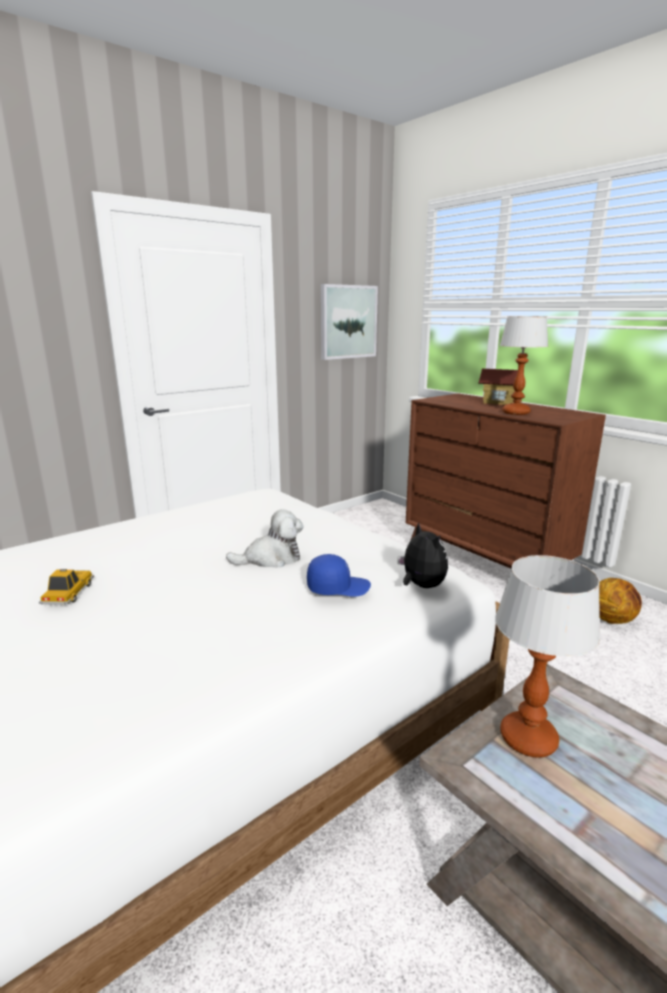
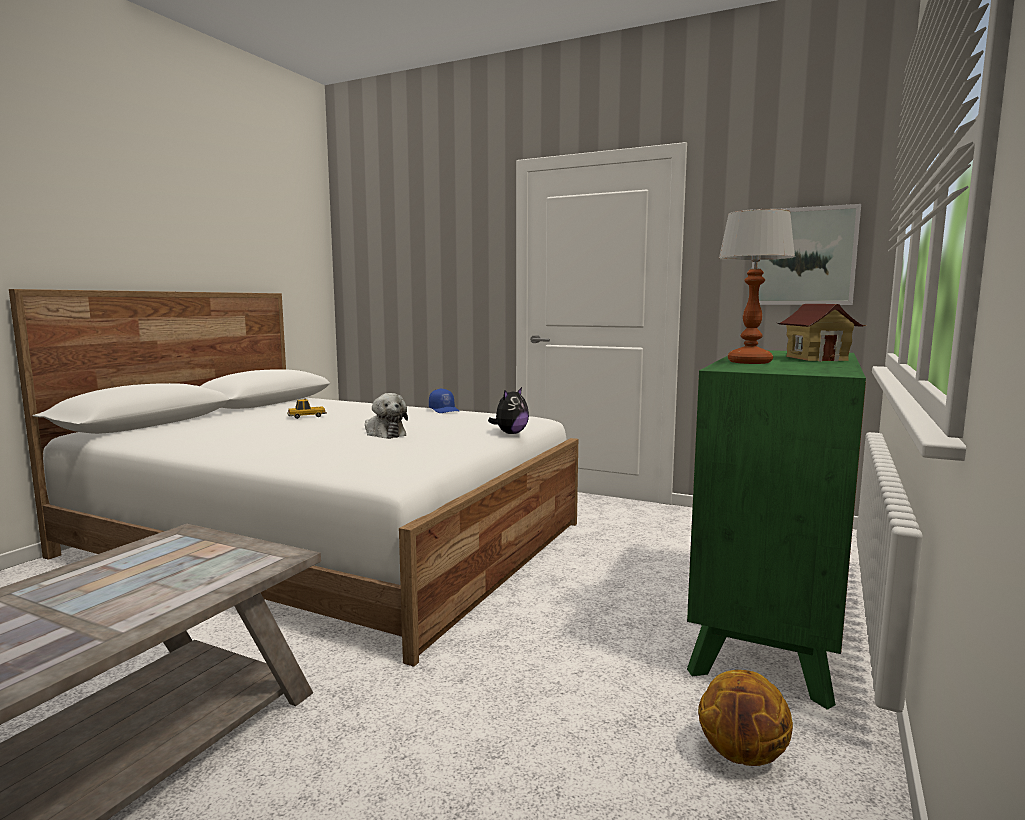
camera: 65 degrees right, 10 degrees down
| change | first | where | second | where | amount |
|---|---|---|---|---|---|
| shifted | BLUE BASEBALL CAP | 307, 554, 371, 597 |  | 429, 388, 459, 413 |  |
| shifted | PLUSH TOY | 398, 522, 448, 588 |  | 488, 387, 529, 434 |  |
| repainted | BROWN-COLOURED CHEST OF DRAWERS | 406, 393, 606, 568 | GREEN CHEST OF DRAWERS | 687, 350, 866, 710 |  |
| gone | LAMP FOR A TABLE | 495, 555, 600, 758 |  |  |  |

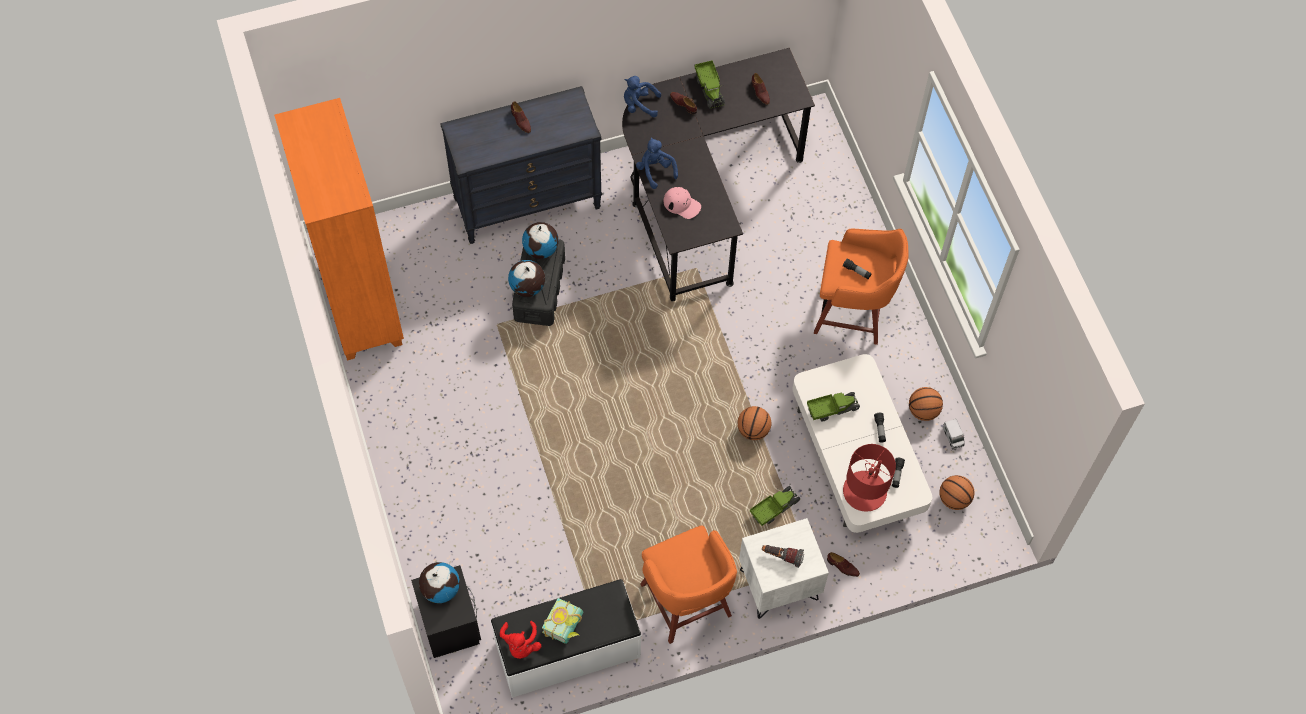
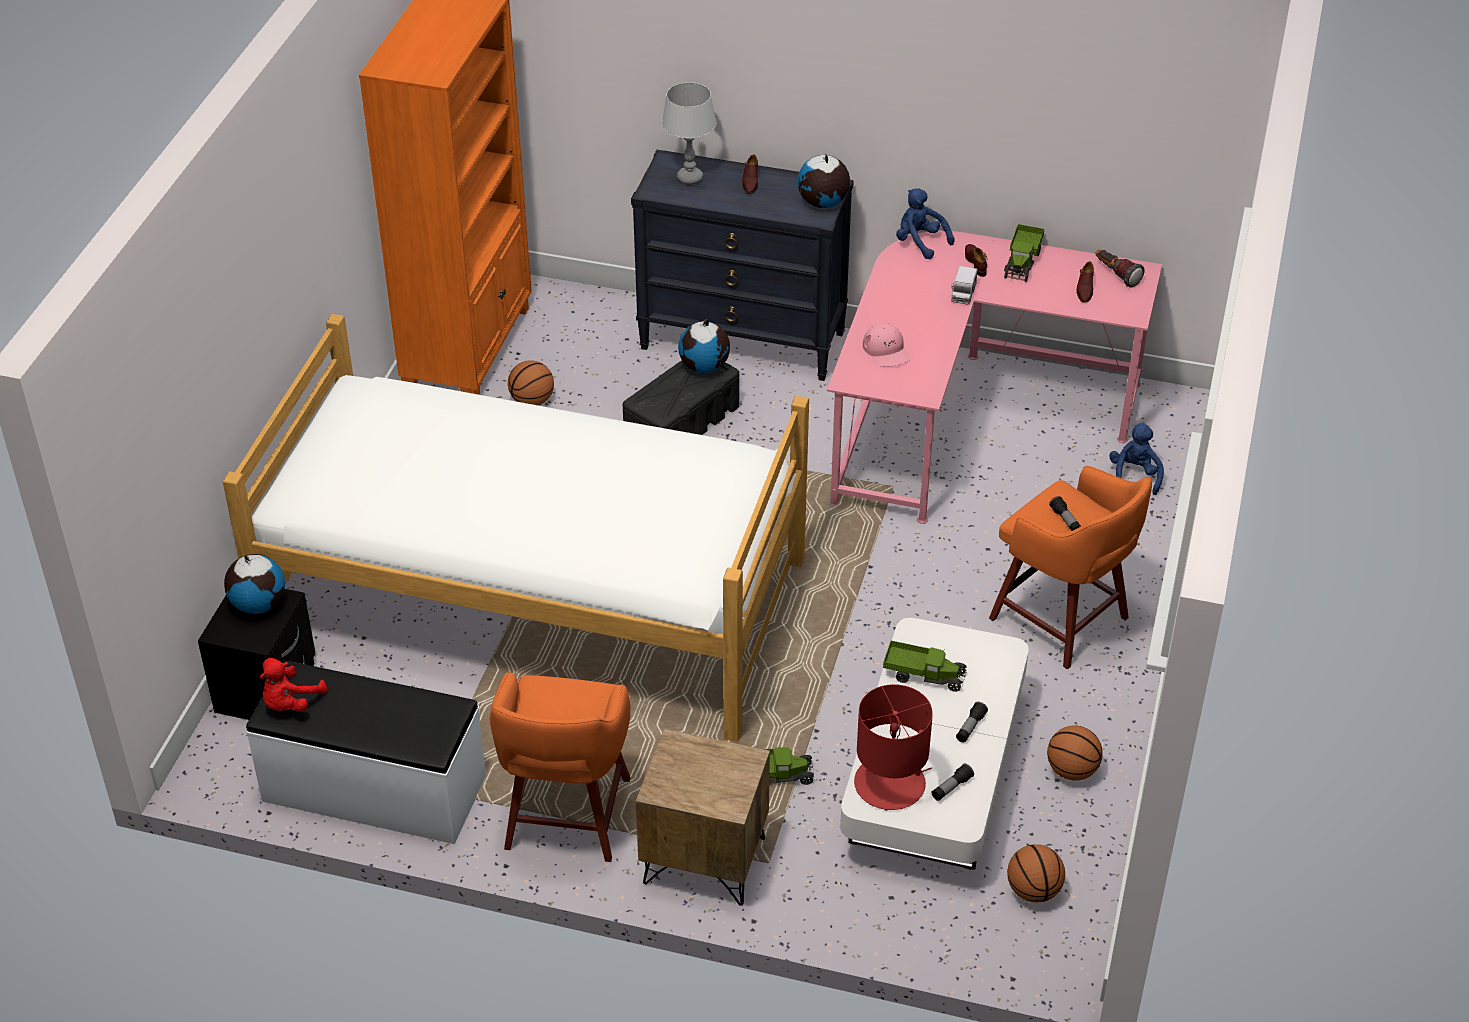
camera: 35 degrees right, 20 degrees down
| change | first | where | second | where | amount |
|---|---|---|---|---|---|
| new |  |  | BEDROOM BED | 223, 314, 809, 742 |  |
| shifted | BASKETBALL BALL | 737, 406, 771, 440 |  | 508, 360, 554, 405 |  |
| repainted | WHITE NIGHT TABLE | 739, 518, 829, 619 | BROWN-COLOURED NIGHT TABLE | 636, 729, 770, 906 |  |
| new |  |  | GRAY LAMP FOR A TABLE | 662, 82, 717, 184 |  |
| shifted | DESK GLOBE | 508, 260, 545, 297 |  | 798, 154, 850, 208 |  |
| repainted | BLACKISH DESK UNIT | 622, 48, 815, 301 | PINK-COLOURED DESK UNIT | 827, 231, 1162, 524 |  |
| shifted | TOY LORRY | 943, 419, 965, 450 |  | 951, 266, 978, 305 |  |
| shifted | TORCH | 762, 545, 804, 568 |  | 1096, 250, 1145, 287 |  |
| shifted | BLUE PLUSH TOY | 636, 137, 678, 189 |  | 1109, 423, 1164, 495 |  |
| gone | VOLUME | 542, 598, 583, 644 |  |  |  |
| gone | BROWN-COLOURED SHOE | 827, 552, 860, 577 |  |  |  |

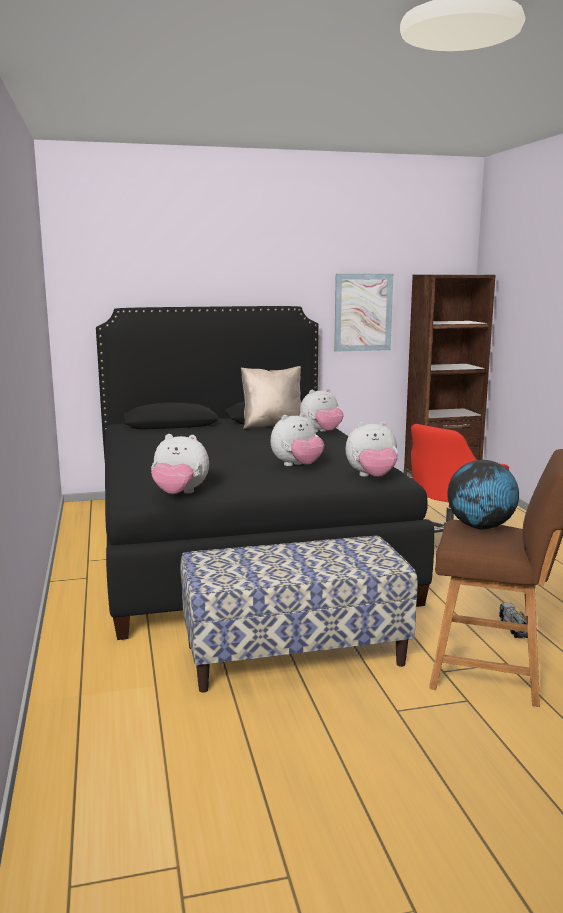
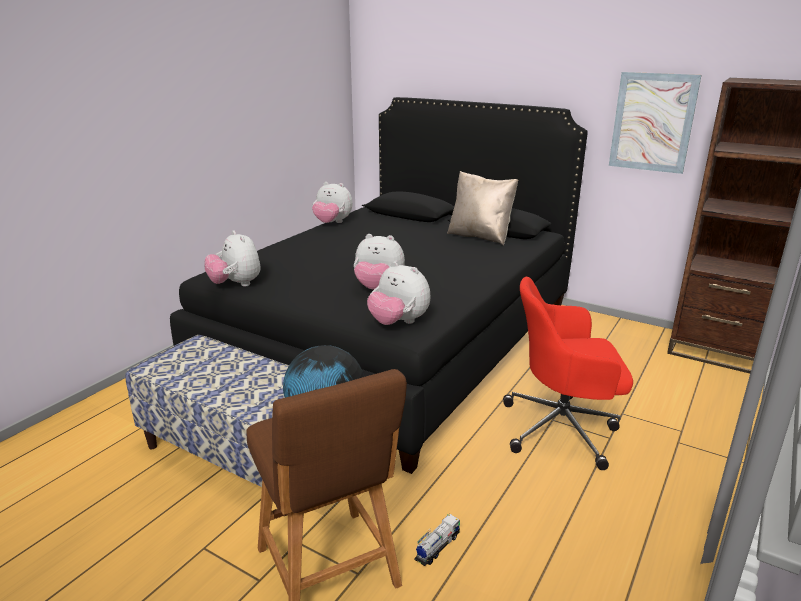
camera: 45 degrees right, 10 degrees up
| change | first | where | second | where | amount |
|---|---|---|---|---|---|
| shifted | PLUSH TOY | 300, 388, 344, 432 |  | 312, 182, 352, 223 |  |

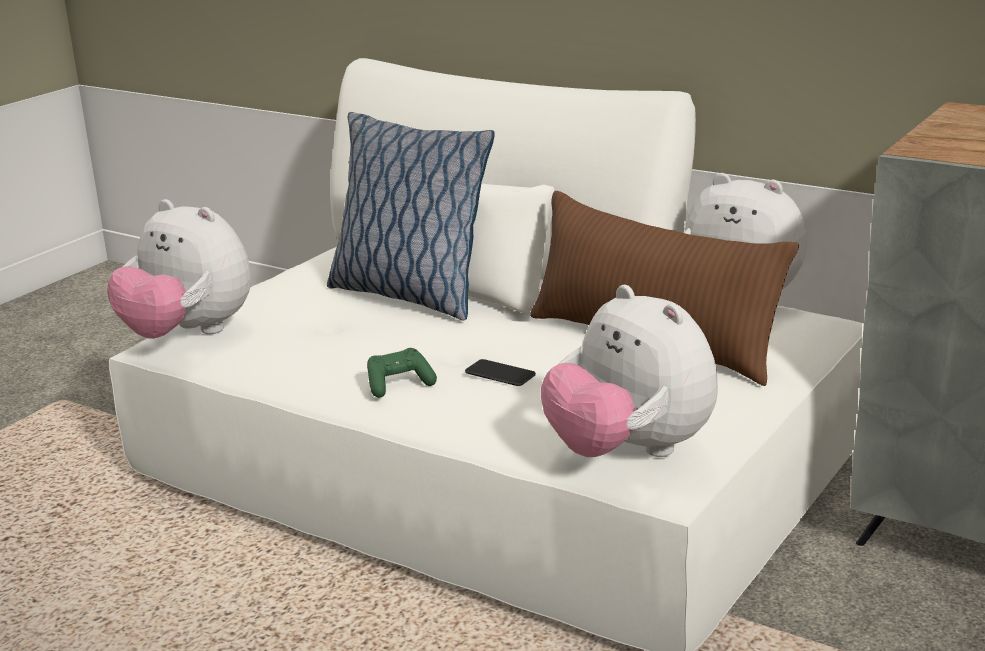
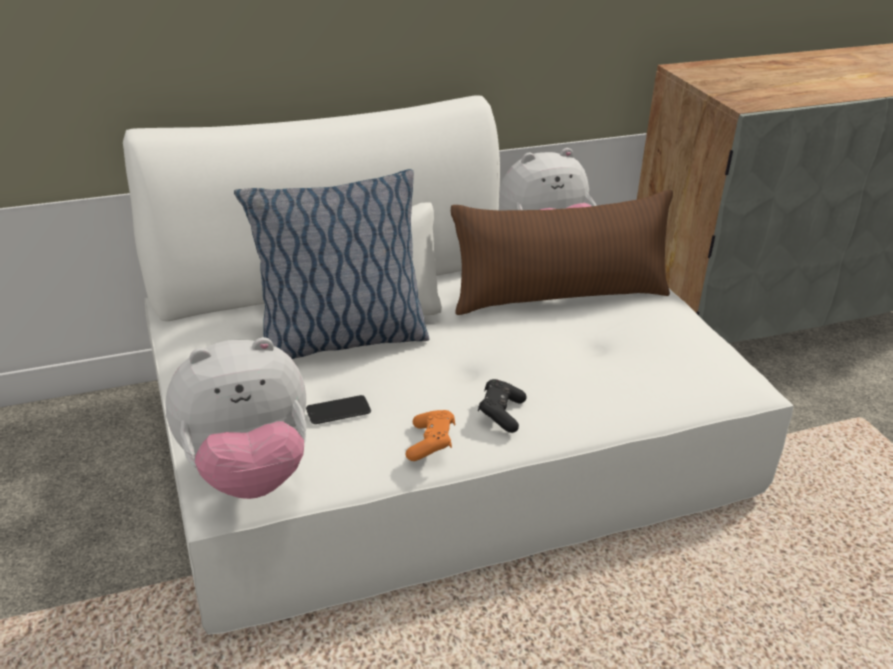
camera: 55 degrees left, 10 degrees up
| change | first | where | second | where | amount |
|---|---|---|---|---|---|
| shifted | TELEPHONE | 465, 359, 536, 386 |  | 306, 395, 371, 424 |  |
| new |  |  | ORANGEY JOYPAD | 406, 410, 455, 461 |  |
| repainted | GREEN JOYPAD | 367, 348, 437, 398 | BLACKISH JOYPAD | 478, 379, 527, 433 |  |
| gone | PLUSH TOY | 541, 285, 718, 457 |  |  |  |

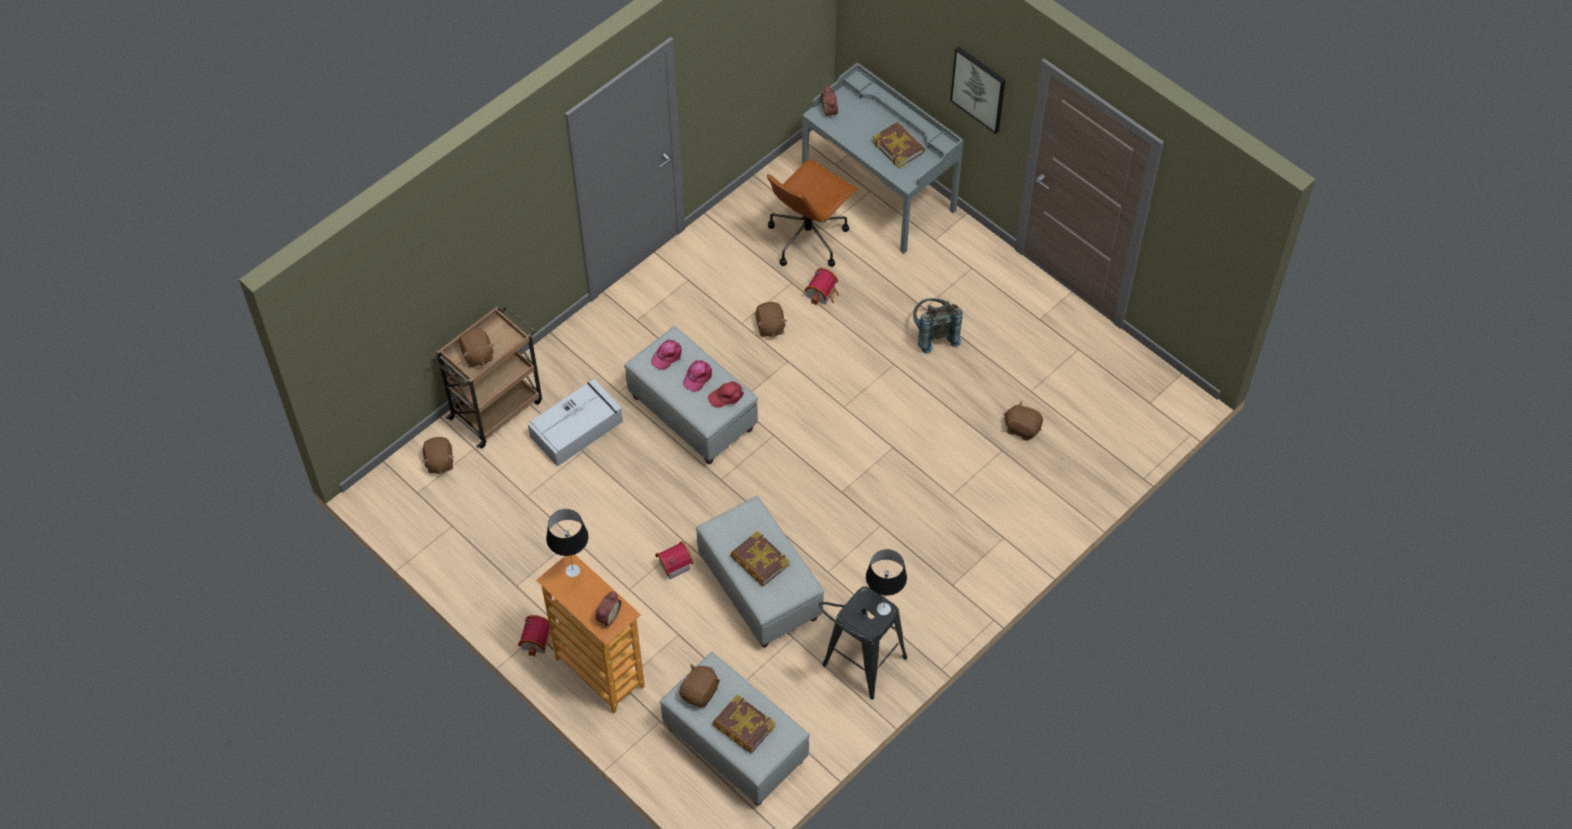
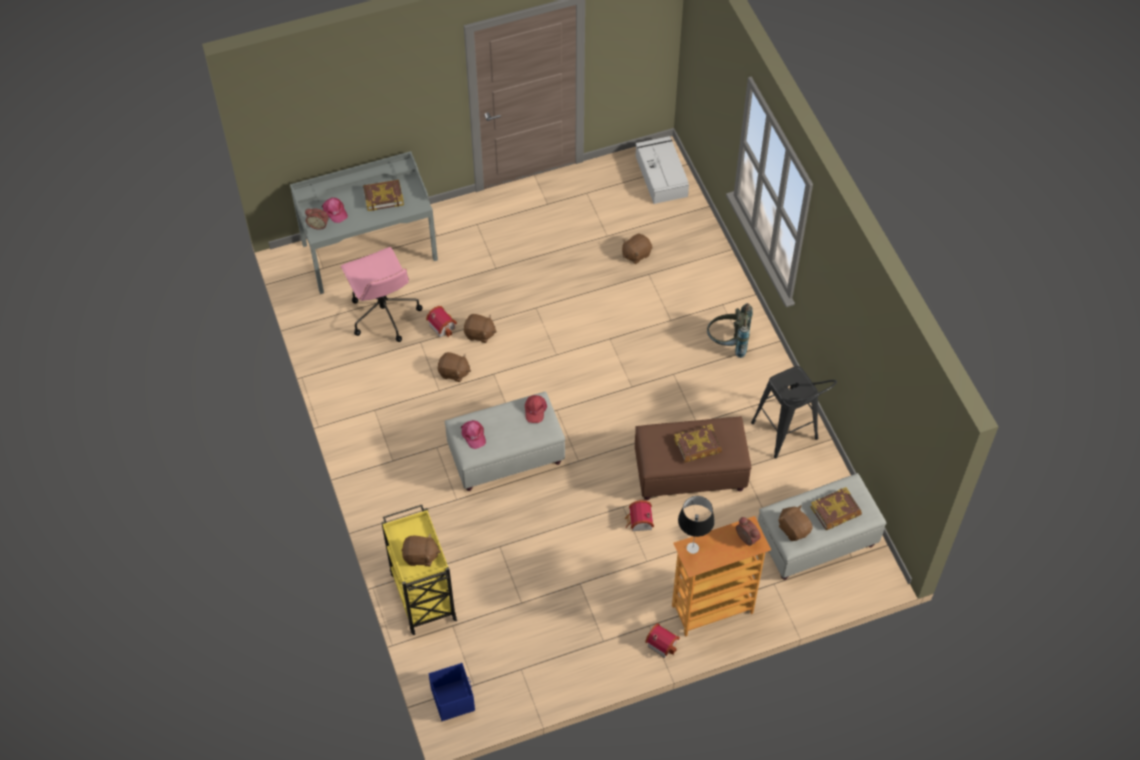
camera: 65 degrees left, 0 degrees up
| change | first | where | second | where | amount |
|---|---|---|---|---|---|
| shifted | PINK-COLOURED BASEBALL CAP | 683, 360, 712, 392 |  | 322, 198, 348, 223 |  |
| repainted | BROWN-COLOURED COMPUTER CHAIR | 767, 159, 858, 267 | PINK-COLOURED COMPUTER CHAIR | 341, 247, 422, 342 |  |
| repainted | BROWN-COLOURED WHEELED CART | 433, 305, 542, 449 | YELLOW-COLOURED WHEELED CART | 381, 505, 457, 635 |  |
| new |  |  | BLUE STORAGE BOX | 429, 663, 475, 721 |  |
| shifted | BROWN-COLOURED PLUSH TOY | 422, 437, 454, 474 |  | 464, 314, 497, 343 |  |
| repainted | GRAY POUFFE | 696, 496, 824, 648 | BROWN-COLOURED POUFFE | 635, 416, 751, 500 |  |
| shifted | GRAY STORAGE BOX | 528, 379, 623, 466 |  | 636, 136, 689, 204 |  |
| shifted | GRAY RUCKSACK | 913, 298, 963, 354 |  | 707, 303, 753, 358 |  |
| gone | LAMP FOR A TABLE | 866, 549, 907, 615 |  |  |  |
| gone | WALL PICTURE | 950, 47, 1005, 134 |  |  |  |

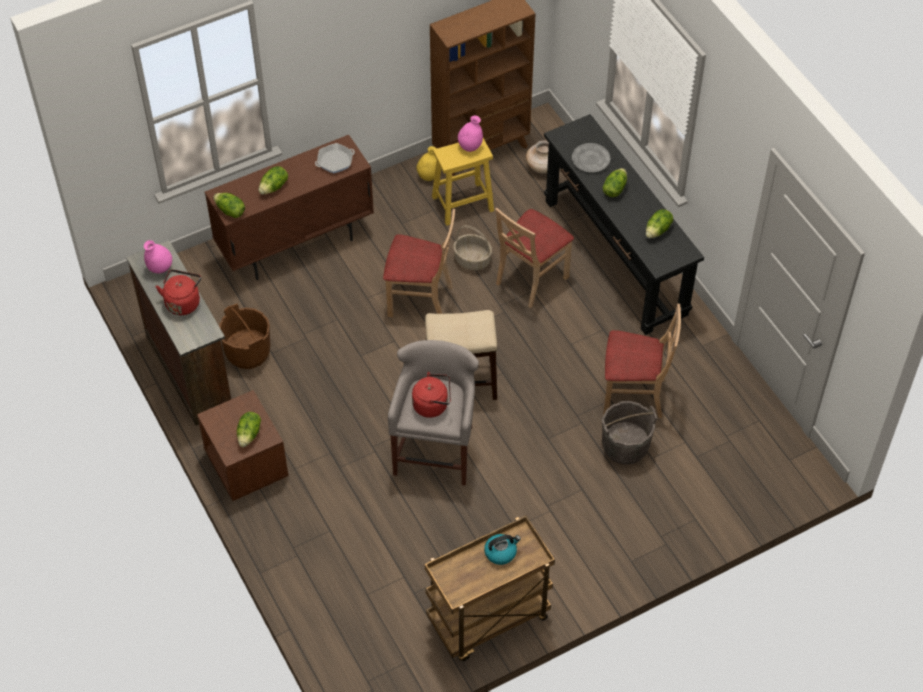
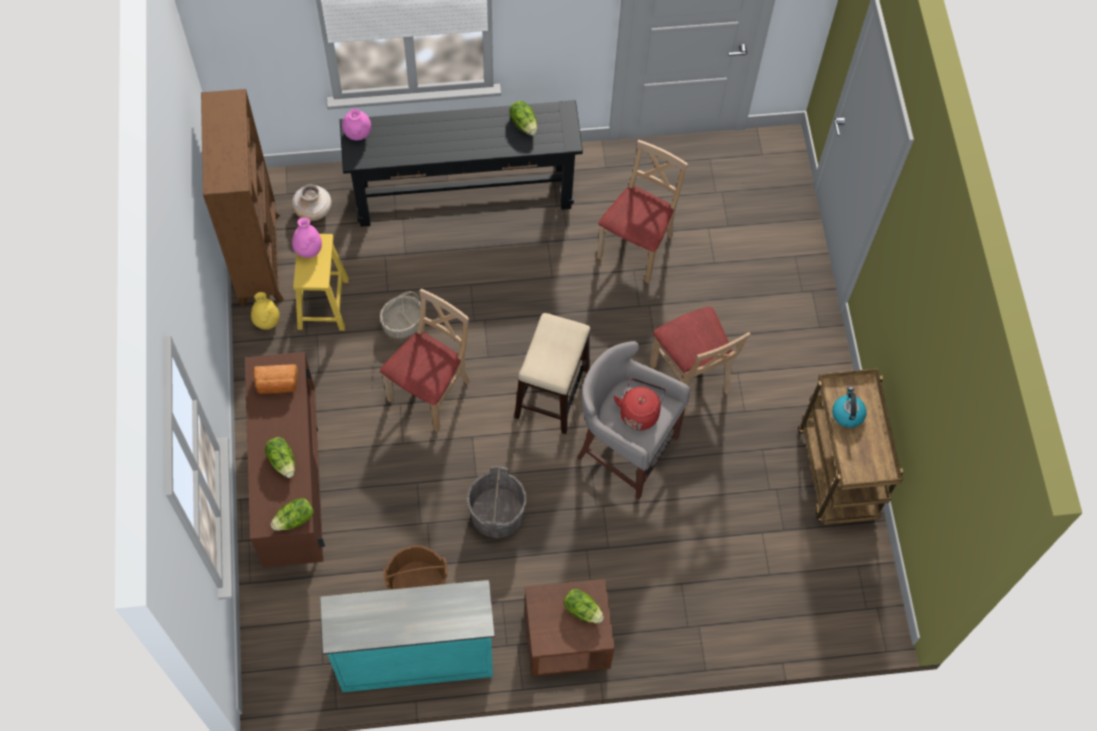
camera: 70 degrees left, 10 degrees up
| change | first | where | second | where | amount |
|---|---|---|---|---|---|
| swapped | PAN | 315, 143, 355, 174 | BAKED BREAD | 253, 364, 299, 394 |  |
| repainted | BROWN-COLOURED CHEST OF DRAWERS | 126, 240, 231, 426 | TURQUOISE CHEST OF DRAWERS | 320, 580, 495, 692 |  |
| shifted | PINK-COLOURED VASE | 144, 240, 172, 273 |  | 342, 109, 371, 140 |  |
| shifted | GRAY BUCKET | 601, 401, 658, 465 |  | 467, 466, 527, 538 |  |
| shifted | BEIGE UPRIGHT CHAIR | 495, 207, 574, 308 |  | 650, 306, 750, 413 |  |
| gone | RED WATER KETTLE | 156, 270, 201, 315 |  |  |  |
| gone | GRAY FLAT DISH | 572, 143, 610, 173 |  |  |  |
| gone | LETTUCE | 603, 168, 627, 197 |  |  |  |

